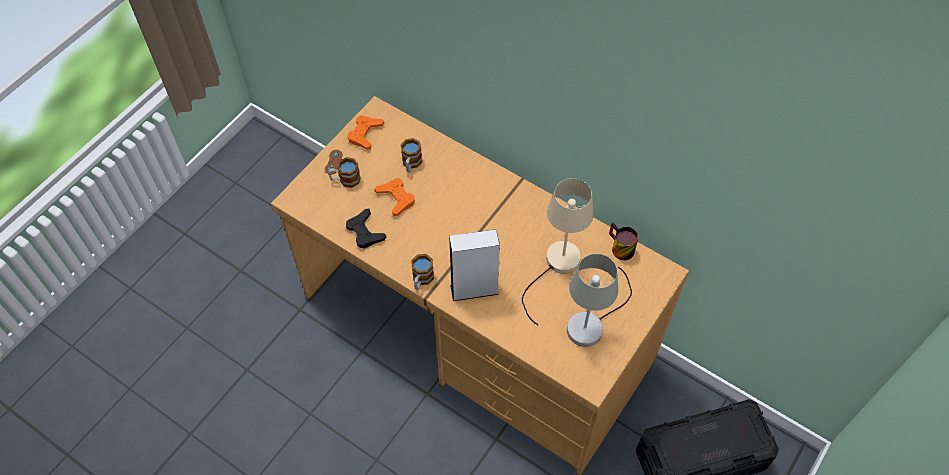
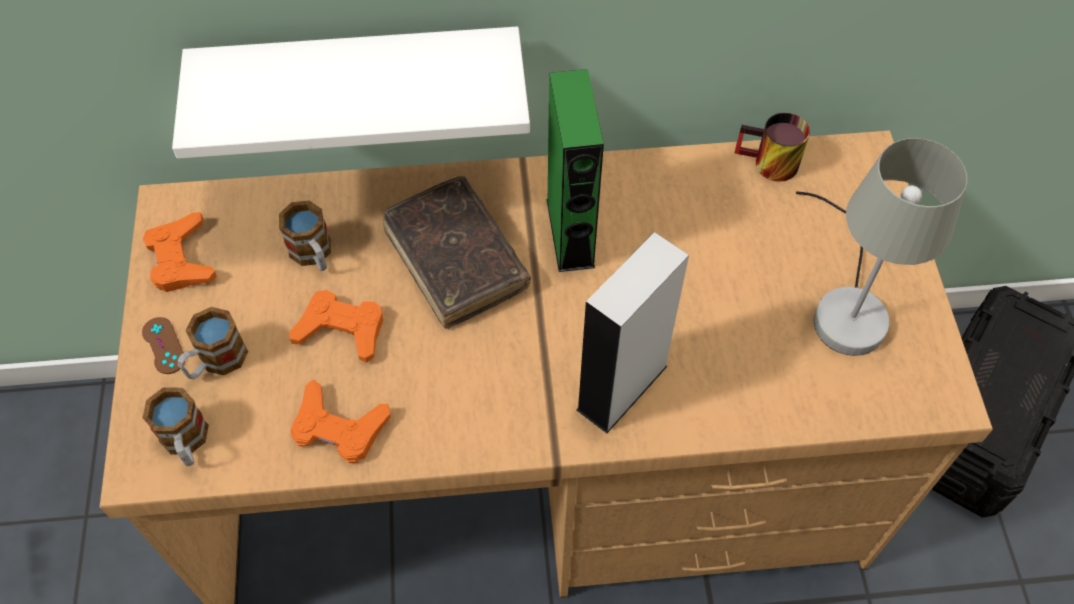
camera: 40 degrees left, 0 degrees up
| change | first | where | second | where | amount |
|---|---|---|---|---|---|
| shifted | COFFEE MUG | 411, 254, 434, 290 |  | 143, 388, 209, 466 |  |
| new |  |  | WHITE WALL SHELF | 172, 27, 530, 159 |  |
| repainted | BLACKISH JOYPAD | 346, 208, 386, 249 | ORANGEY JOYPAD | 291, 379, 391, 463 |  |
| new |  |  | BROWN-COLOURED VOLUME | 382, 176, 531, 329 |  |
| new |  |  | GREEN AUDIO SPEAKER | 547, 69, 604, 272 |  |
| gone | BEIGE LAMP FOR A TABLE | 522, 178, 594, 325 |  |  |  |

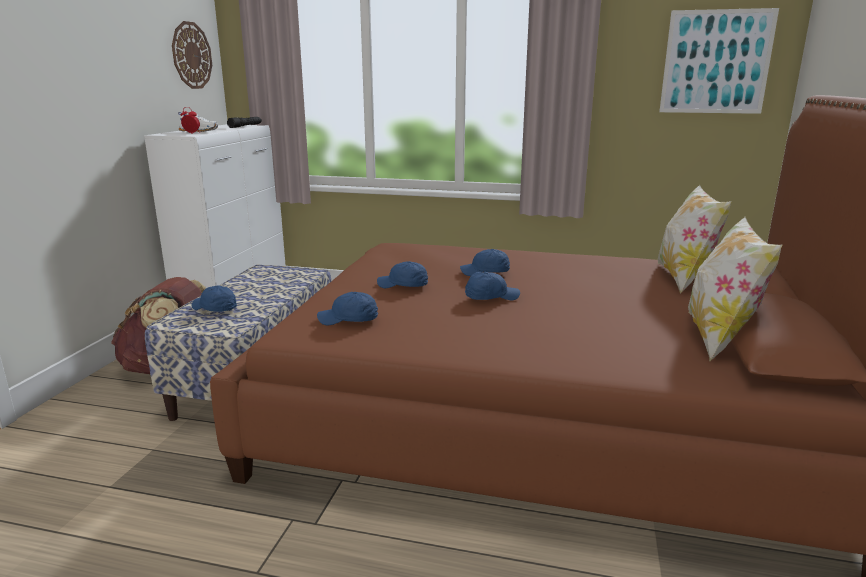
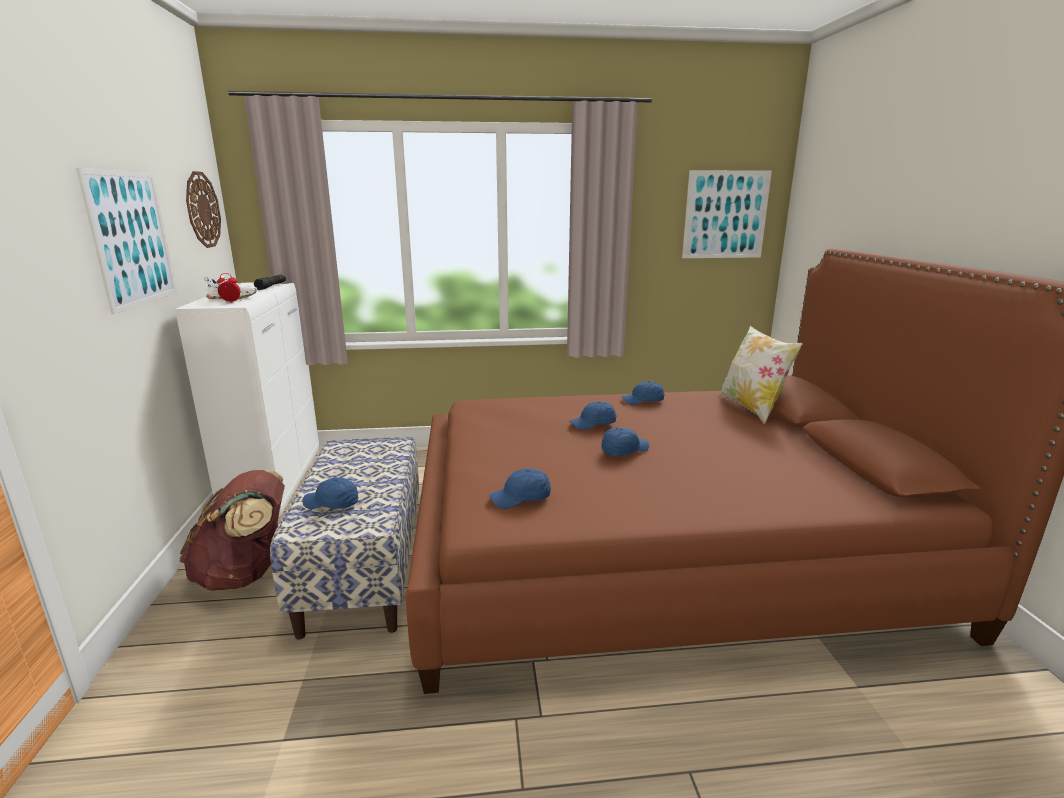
camera: 20 degrees left, 0 degrees up
| change | first | where | second | where | amount |
|---|---|---|---|---|---|
| new |  |  | WALL PICTURE | 76, 168, 177, 315 |  |
| shifted | BLUE BASEBALL CAP | 377, 261, 428, 288 |  | 622, 381, 664, 405 |  |
| gone | THROW PILLOW | 688, 216, 782, 361 |  |  |  |

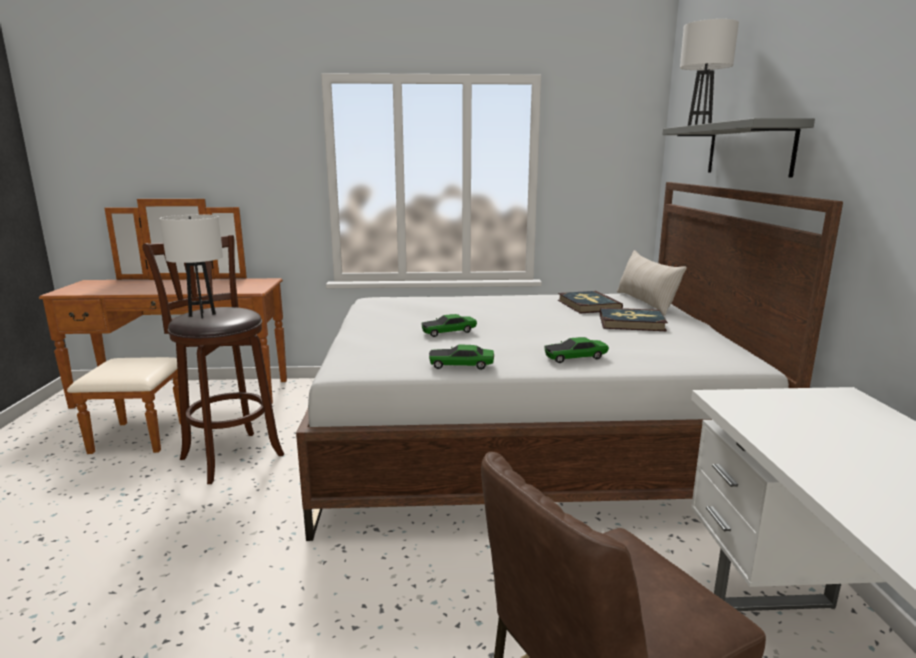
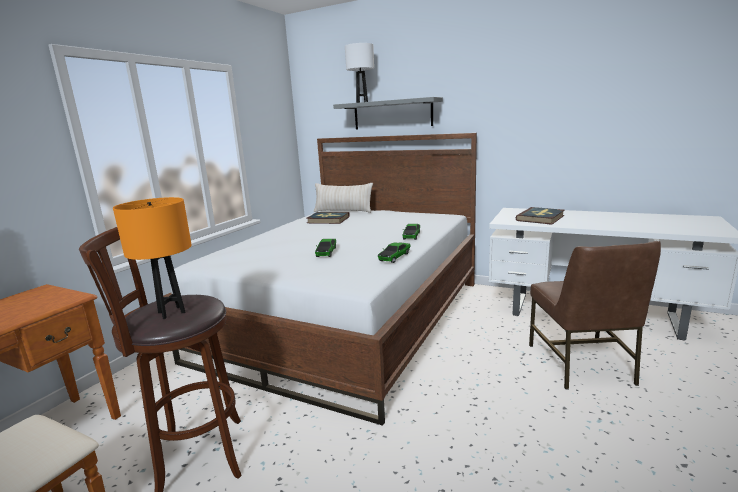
camera: 60 degrees left, 0 degrees up
| change | first | where | second | where | amount |
|---|---|---|---|---|---|
| repainted | WHITE LAMP FOR A TABLE | 160, 214, 223, 319 | ORANGEY LAMP FOR A TABLE | 113, 197, 192, 319 |  |
| shifted | VOLUME | 600, 308, 668, 331 |  | 516, 207, 564, 225 |  |

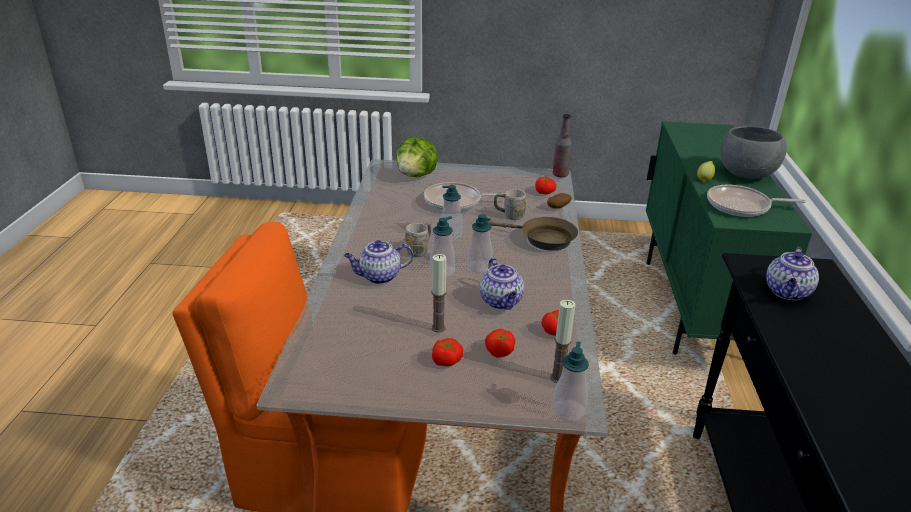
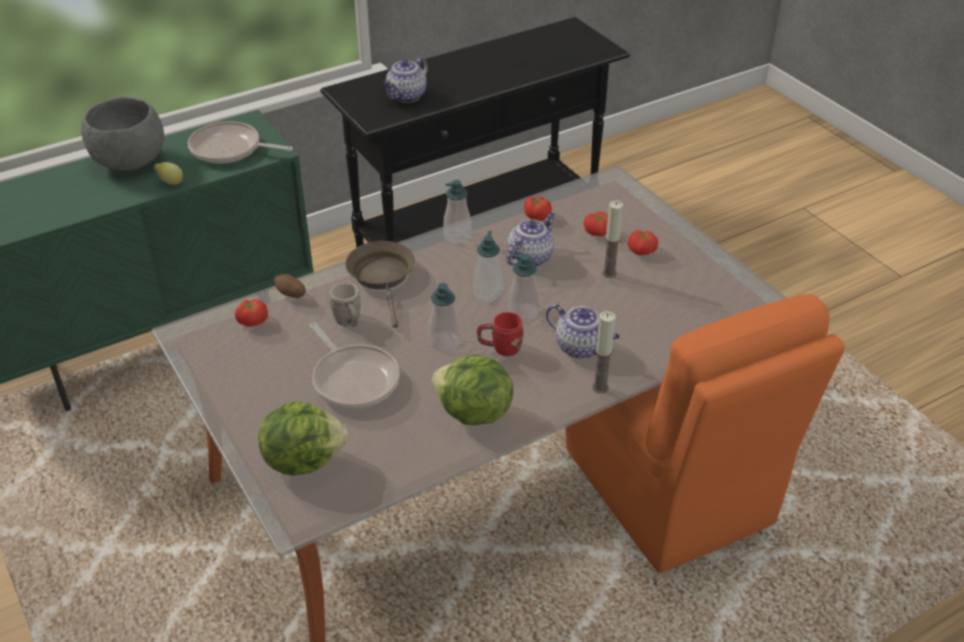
camera: 125 degrees left, 10 degrees up
| change | first | where | second | where | amount |
|---|---|---|---|---|---|
| rotated | PAN | 707, 185, 806, 217 |  | 188, 121, 293, 164 | 135 degrees clockwise |
| rotated | POT FOR TEA | 766, 247, 819, 300 |  | 383, 57, 428, 103 | 135 degrees clockwise |
| new |  |  | LETTUCE | 432, 355, 513, 425 |  |
| shifted | LIQUID SOAP BOTTLE | 552, 342, 589, 422 |  | 443, 180, 472, 244 |  |
| repainted | GRAY COFFEE MUG | 405, 223, 431, 257 | RED COFFEE MUG | 477, 312, 524, 356 |  |
| shifted | WAX CANDLE | 550, 299, 575, 383 |  | 592, 311, 616, 394 |  |
| gone | DRINK BOTTLE | 553, 114, 572, 177 |  |  |  |

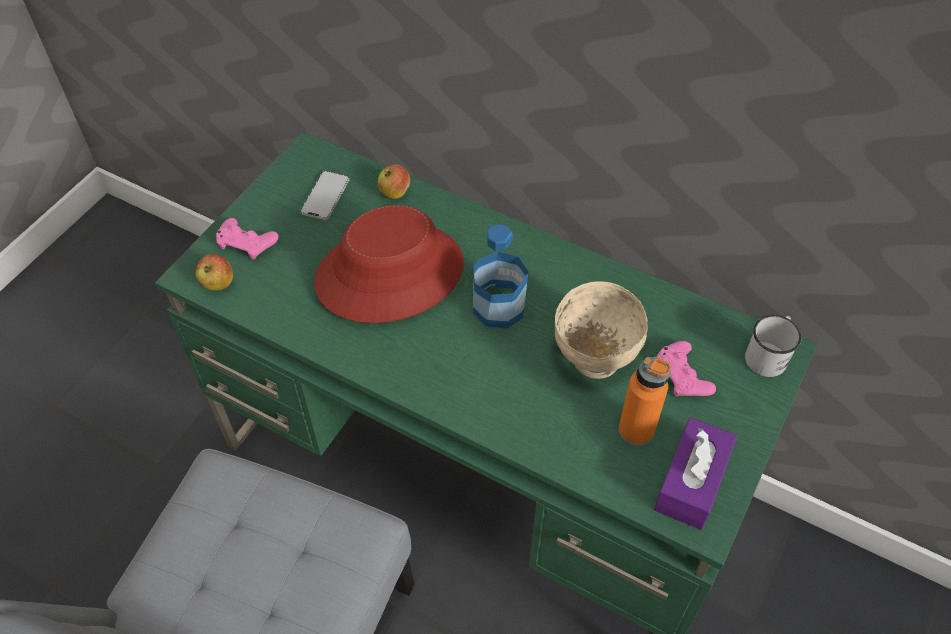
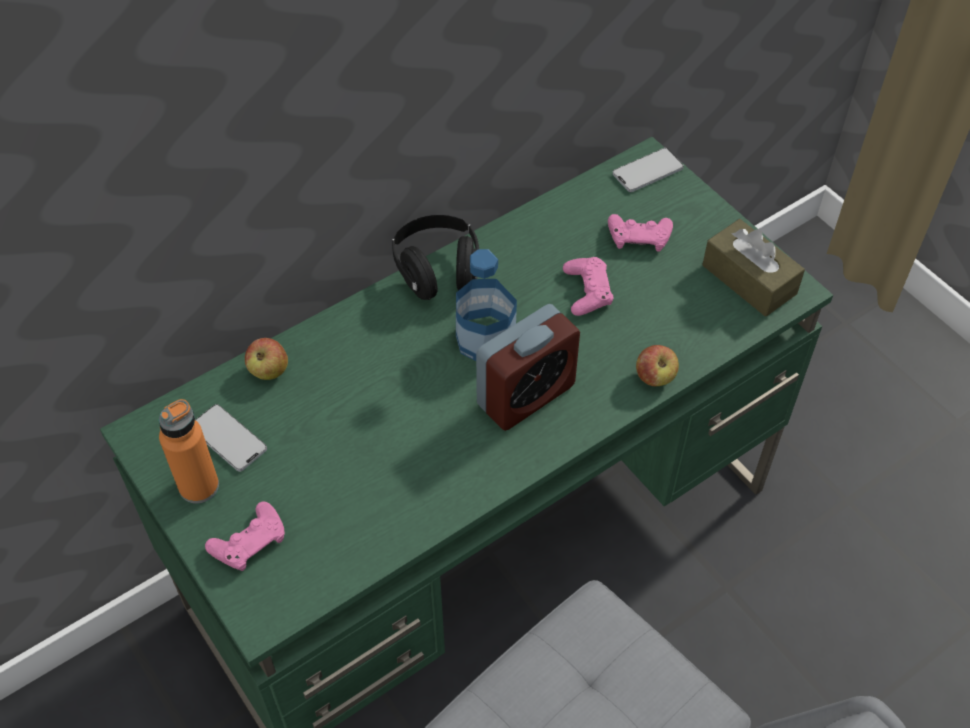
camera: 65 degrees left, 0 degrees up
| change | first | where | second | where | amount |
|---|---|---|---|---|---|
| shifted | ORANGEY DRINK BOTTLE | 618, 357, 671, 446 |  | 159, 399, 219, 504 |  |
| new |  |  | BLACKISH HEADSET | 392, 215, 479, 300 |  |
| new |  |  | TABLE CLOCK | 476, 304, 580, 431 |  |
| swapped | BEIGE SERVING BOWL | 555, 281, 648, 379 | PINK-COLOURED JOYPAD | 563, 257, 614, 316 |  |
| swapped | WHITE COFFEE MUG | 745, 315, 801, 377 | TELEPHONE | 613, 148, 684, 192 |  |
| shifted | APPLE FRUIT | 195, 254, 233, 291 |  | 636, 345, 679, 386 |  |
| repainted | PURPLISH BOX OF TISSUES | 654, 417, 737, 530 | BROWN-COLOURED BOX OF TISSUES | 702, 219, 805, 317 |  |
| gone | RED HAT | 314, 205, 464, 323 |  |  |  |

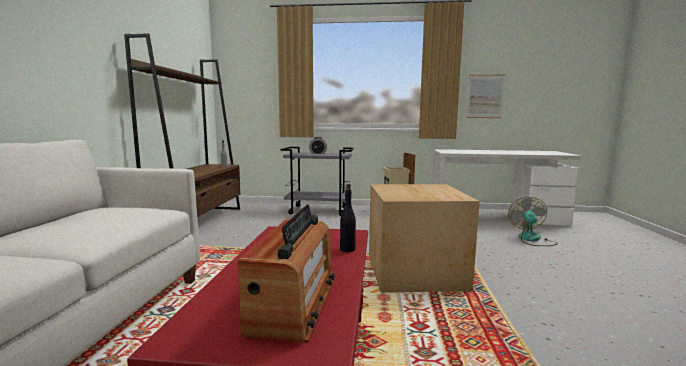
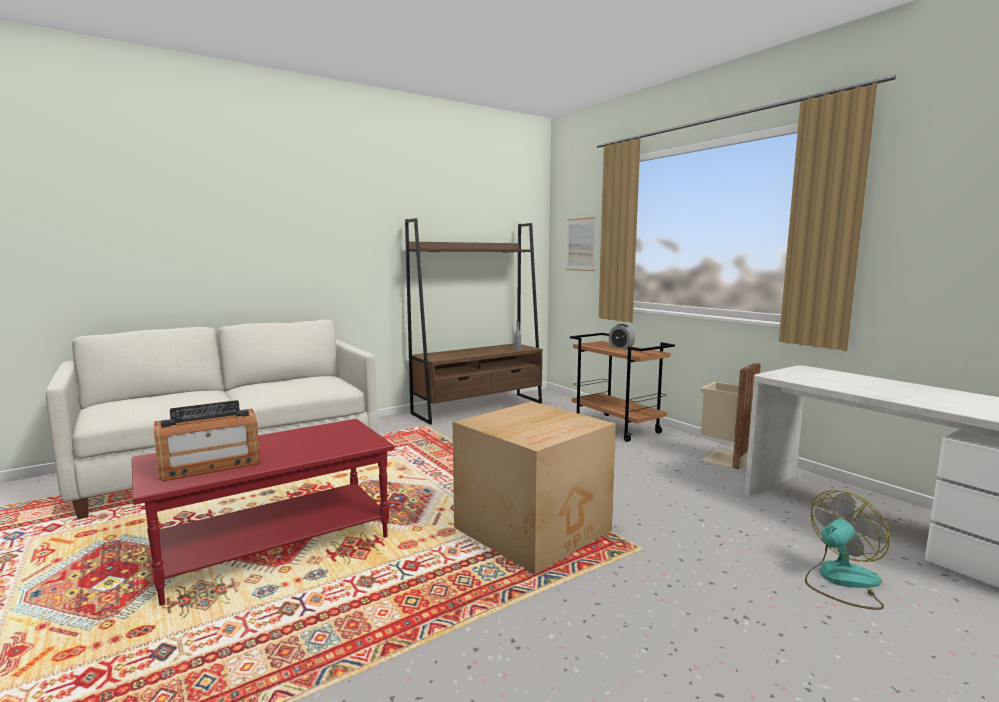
camera: 50 degrees right, 0 degrees up
| change | first | where | second | where | amount |
|---|---|---|---|---|---|
| shifted | WALL PICTURE | 467, 75, 505, 118 |  | 566, 217, 596, 271 |  |
| repainted | GRAY WHEELED CART | 281, 147, 354, 216 | BROWN-COLOURED WHEELED CART | 570, 333, 675, 442 |  |
| gone | BLACKISH DRINK BOTTLE | 340, 184, 356, 252 |  |  |  |

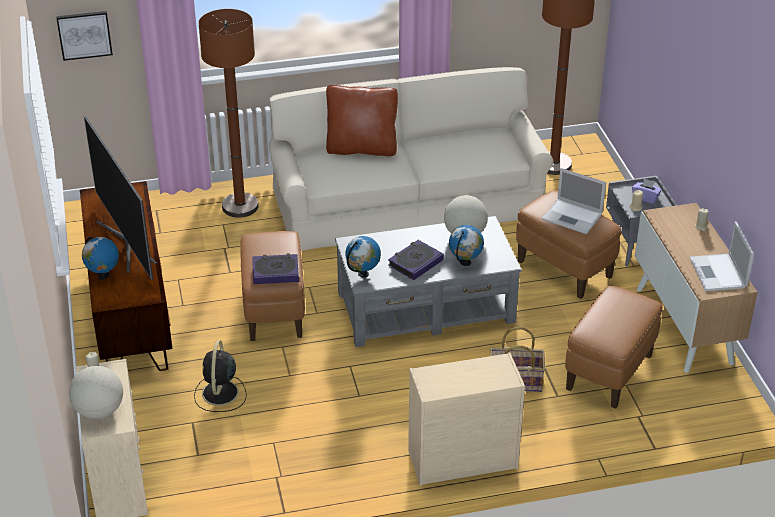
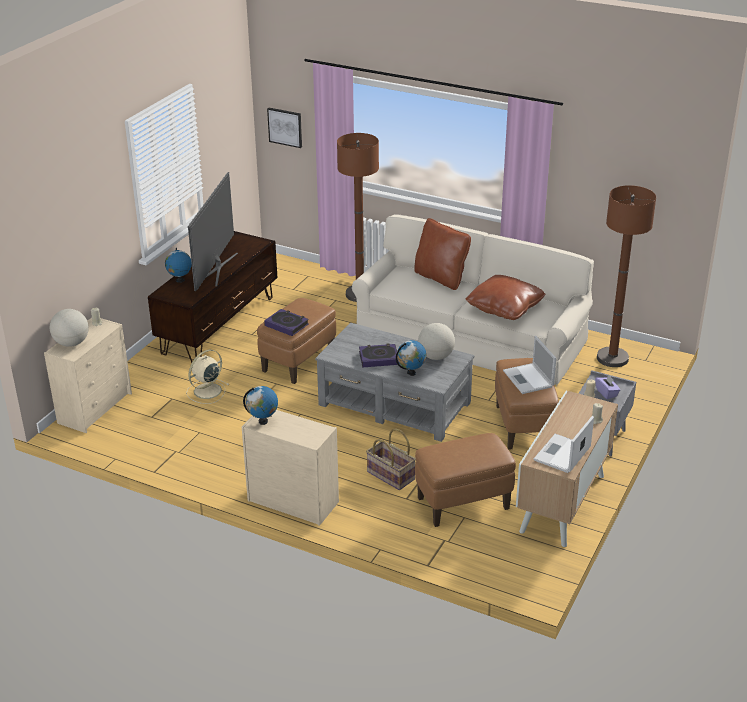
camera: 40 degrees right, 5 degrees down
| change | first | where | second | where | amount |
|---|---|---|---|---|---|
| repainted | BLACKISH COOLING FAN | 194, 340, 247, 412 | BEIGE COOLING FAN | 186, 350, 229, 404 |  |
| shifted | DESK GLOBE | 345, 236, 381, 278 |  | 243, 386, 278, 425 |  |
| new |  |  | BROWN-COLOURED THROW PILLOW | 466, 275, 545, 320 |  |

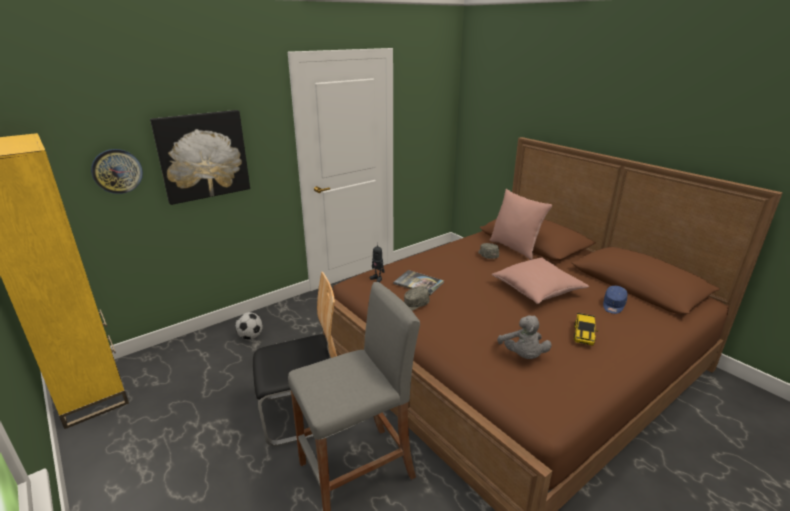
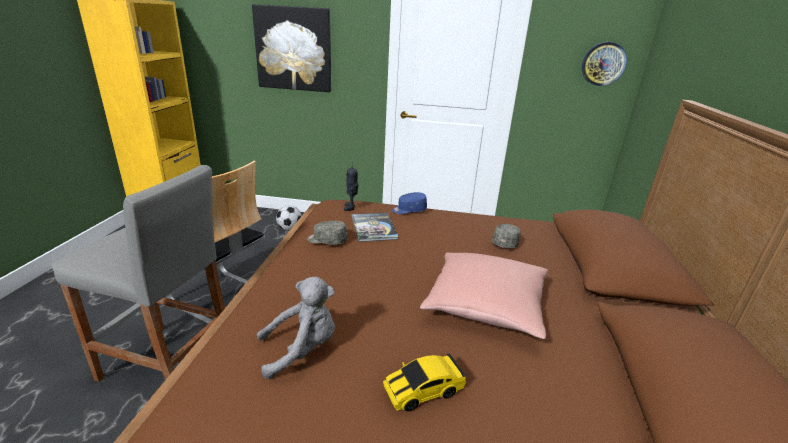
camera: 45 degrees right, 0 degrees up
| change | first | where | second | where | amount |
|---|---|---|---|---|---|
| rotated | GRAY PLUSH TOY | 497, 315, 552, 359 |  | 257, 276, 335, 379 | 150 degrees counterclockwise |
| shifted | BLUE BASEBALL CAP | 603, 286, 628, 314 |  | 392, 192, 427, 214 |  |
| shifted | CLOCK ON THE WALL | 91, 149, 143, 194 |  | 582, 42, 627, 86 |  |
| gone | PINK-COLOURED THROW PILLOW | 490, 189, 552, 260 |  |  |  |

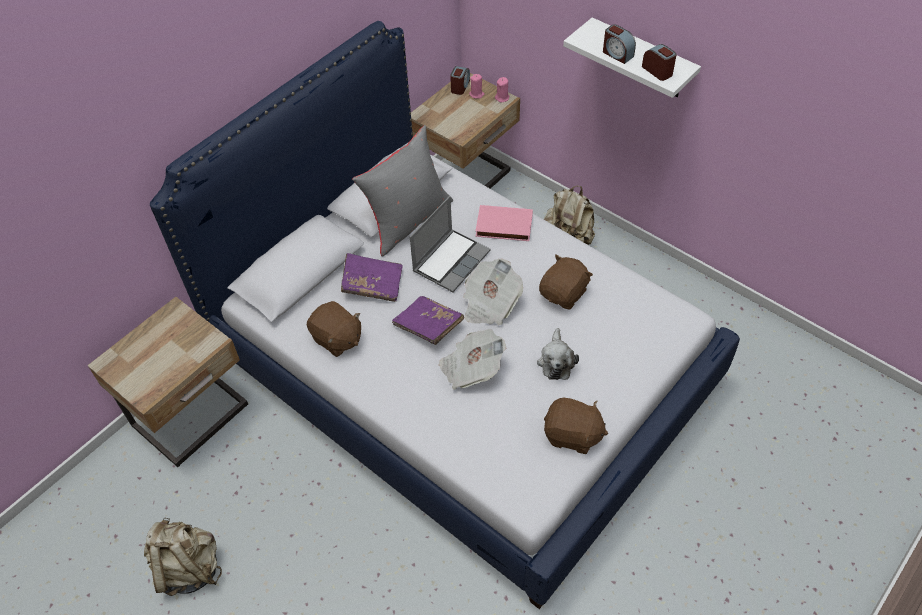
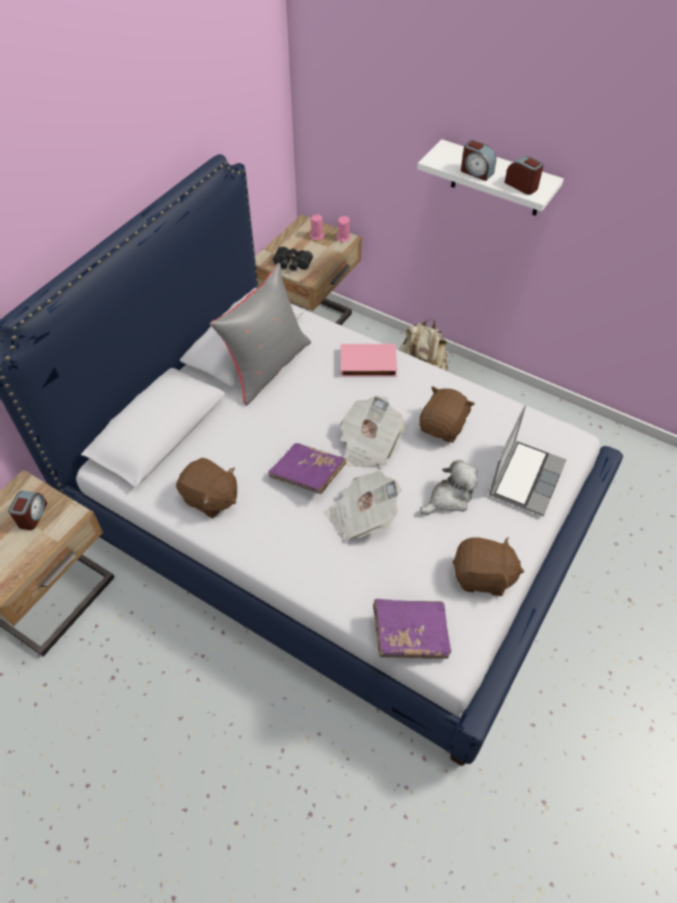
camera: 10 degrees left, 0 degrees up
| change | first | where | second | where | amount |
|---|---|---|---|---|---|
| shifted | TABLE CLOCK | 450, 66, 470, 95 |  | 8, 491, 48, 530 |  |
| new |  |  | BLACKISH FIELD GLASSES | 273, 246, 313, 271 |  |
| shifted | PURPLISH VOLUME | 341, 253, 402, 302 |  | 373, 599, 451, 659 |  |
| rotated | PLUSH TOY | 537, 328, 579, 380 |  | 419, 460, 478, 515 | 120 degrees counterclockwise |
| shifted | LAPTOP | 410, 196, 490, 292 |  | 489, 405, 567, 516 |  |
| gone | BEIGE RUCKSACK | 144, 517, 222, 596 |  |  |  |

